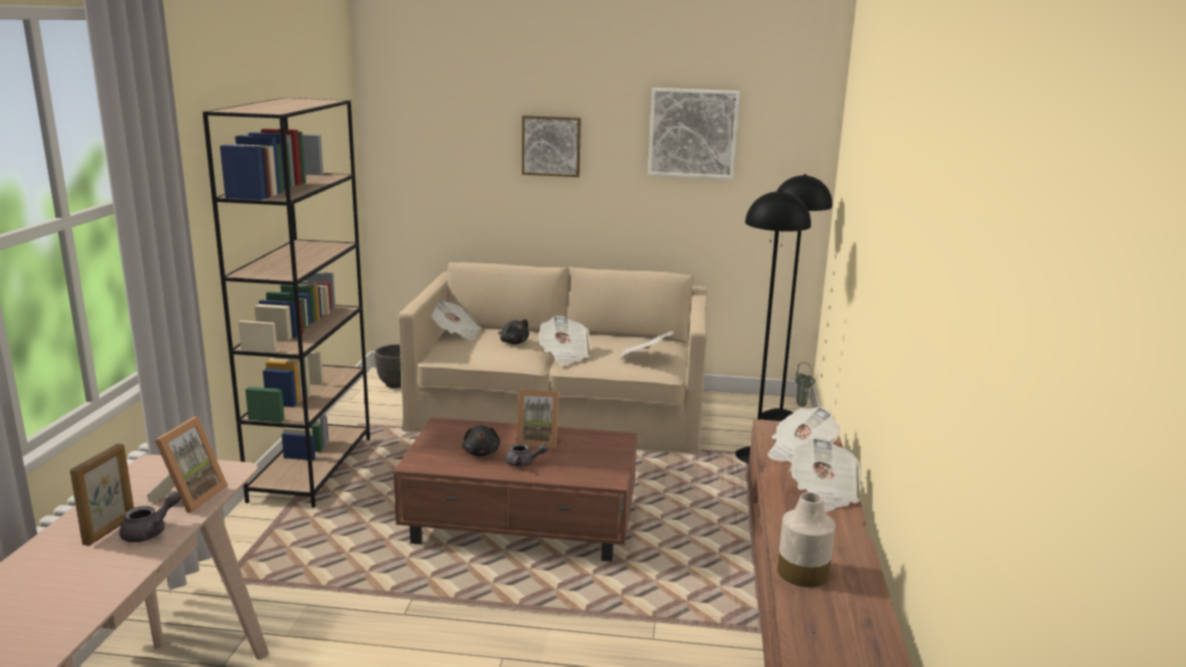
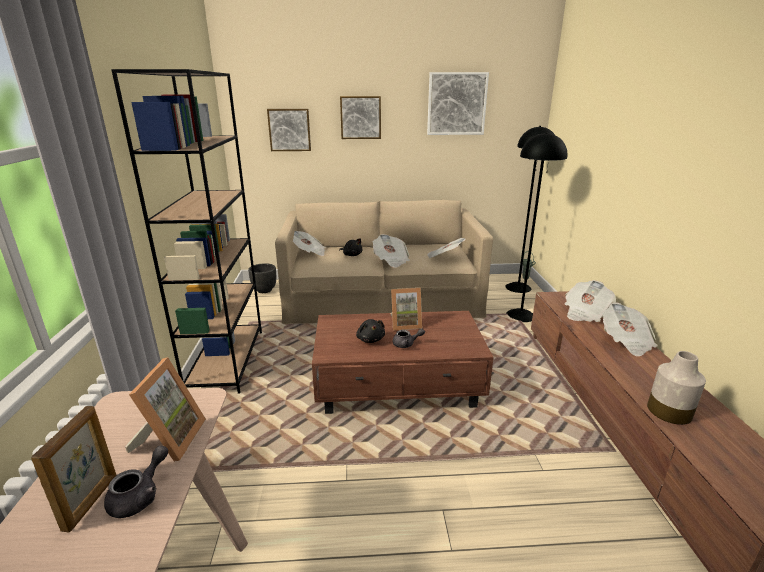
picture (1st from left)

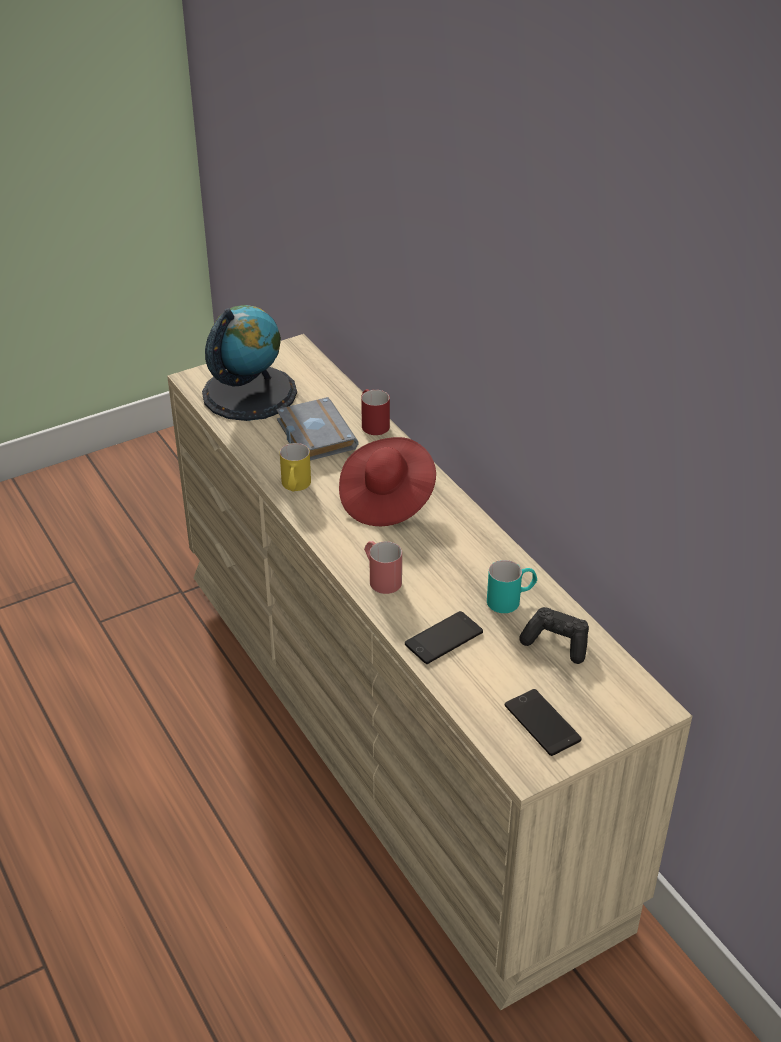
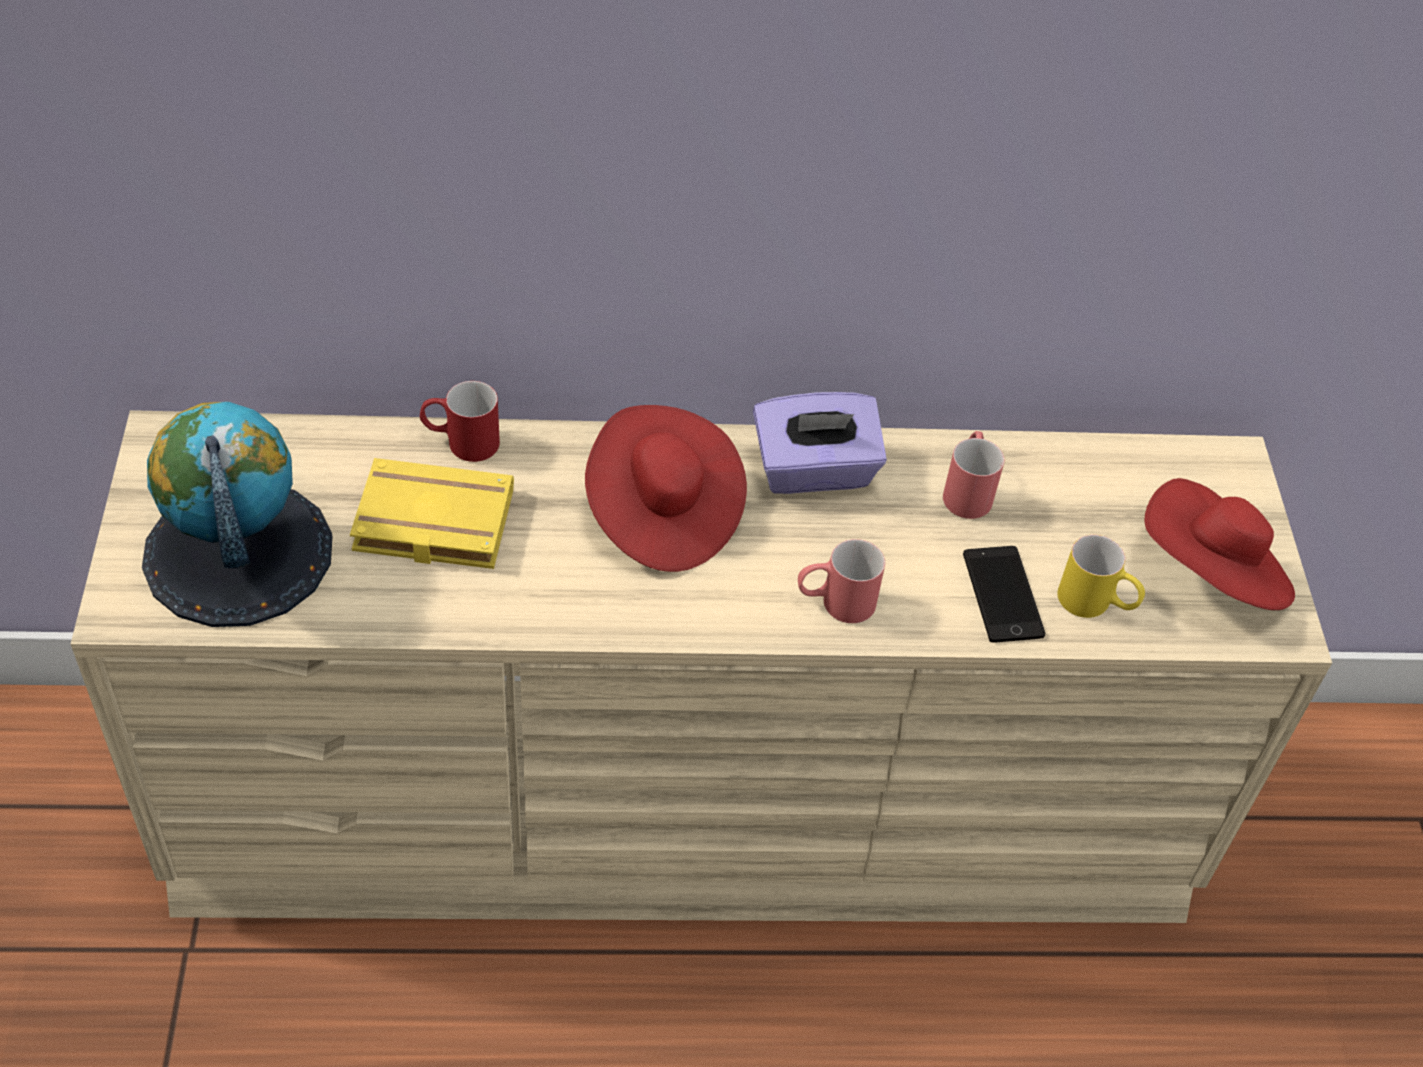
yellow book
purple tissue box
red mug (3rd from left)
yellow mug
red hat (2nd from left)
black game controller

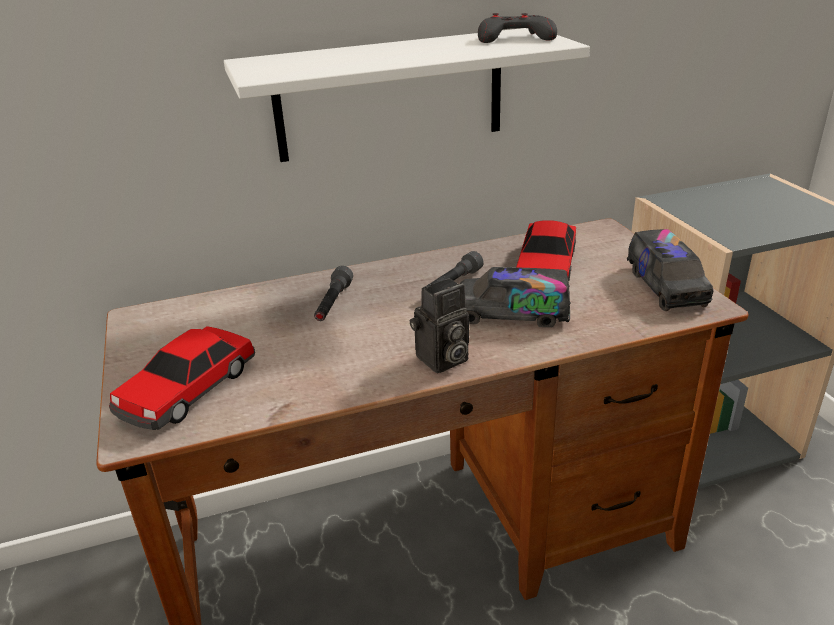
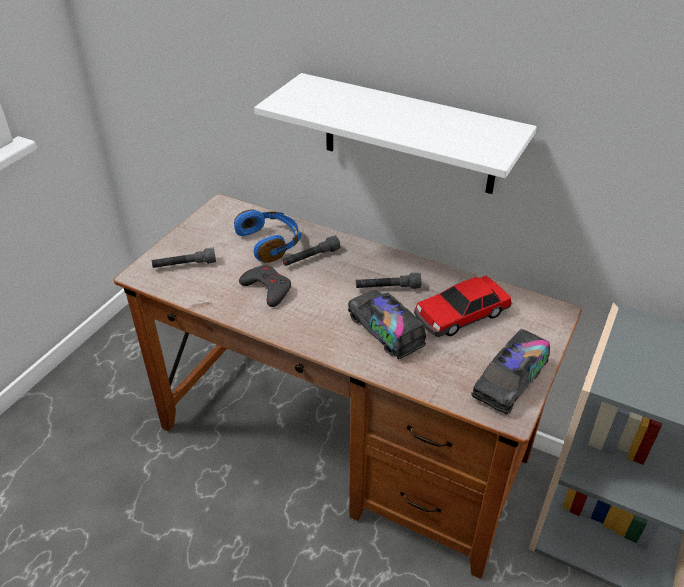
grey flashlight (1st from left)
blue headphones
grey game controller
photo camera

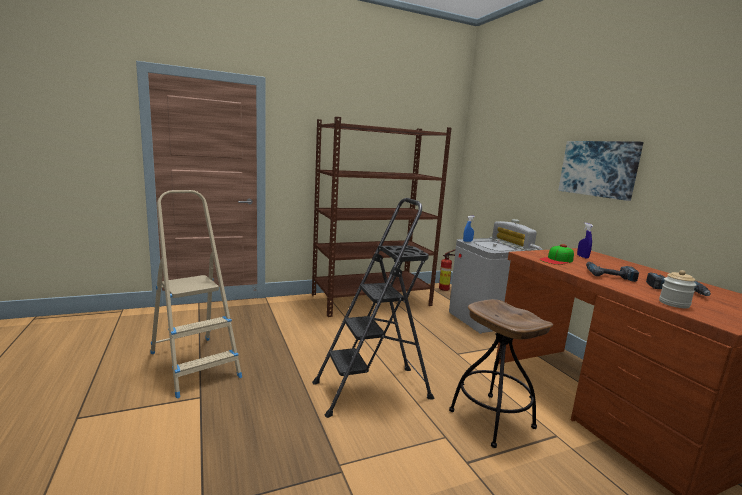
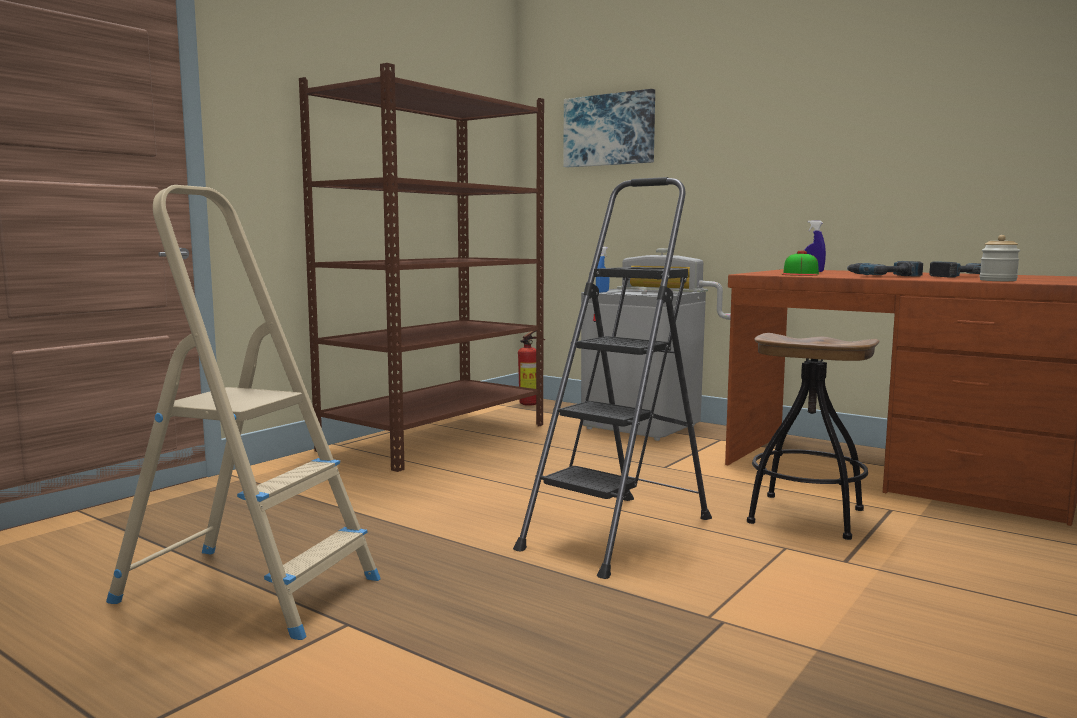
picture

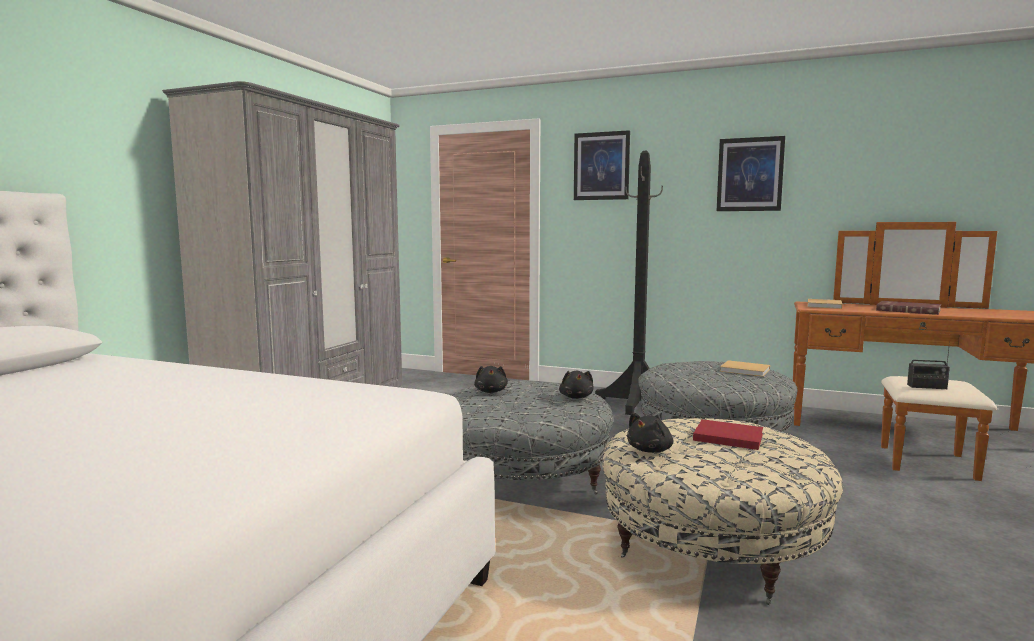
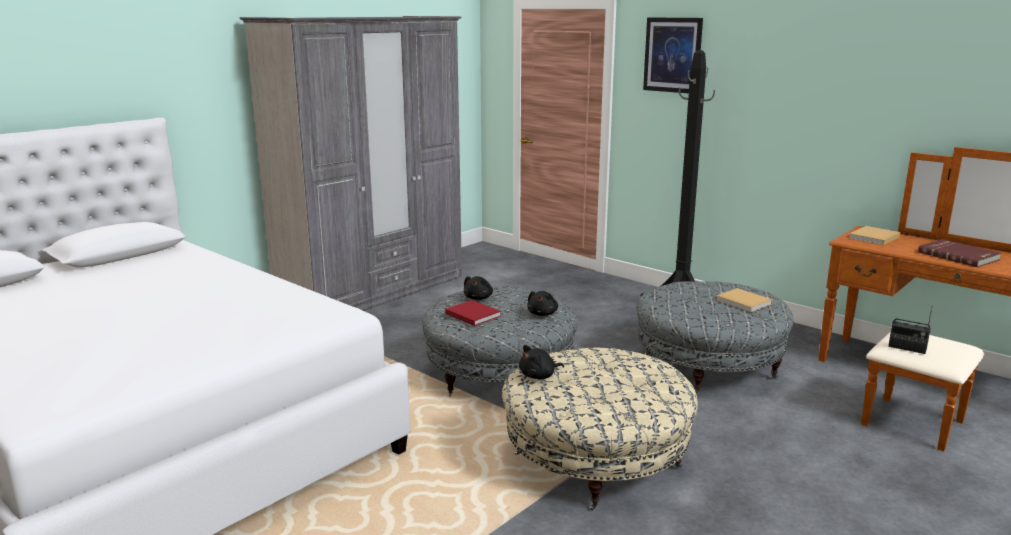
red book (1st from left)
picture (2nd from left in the first image)

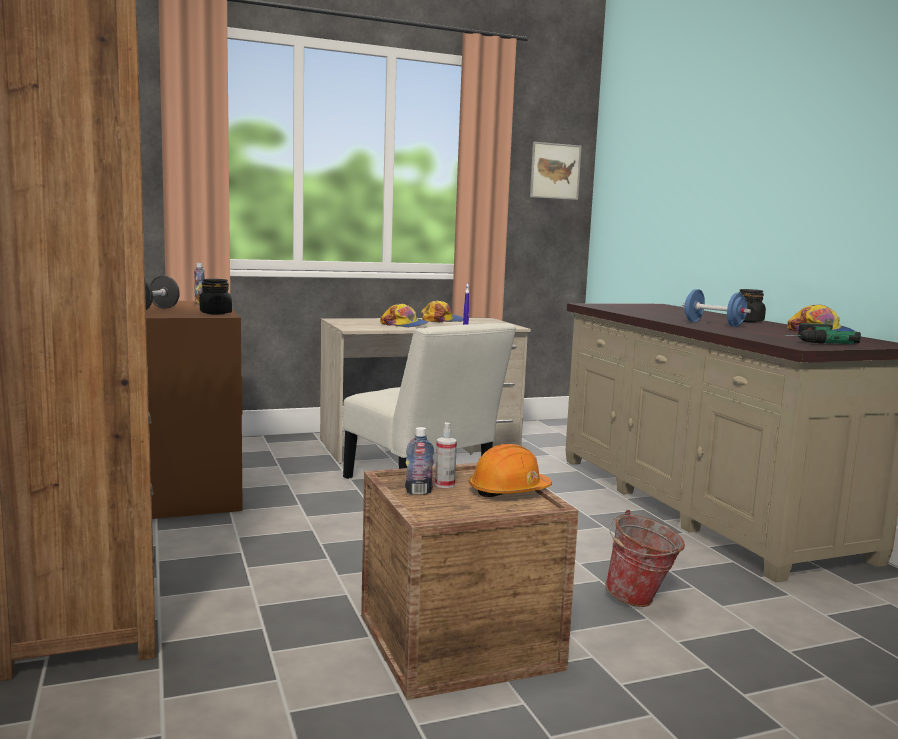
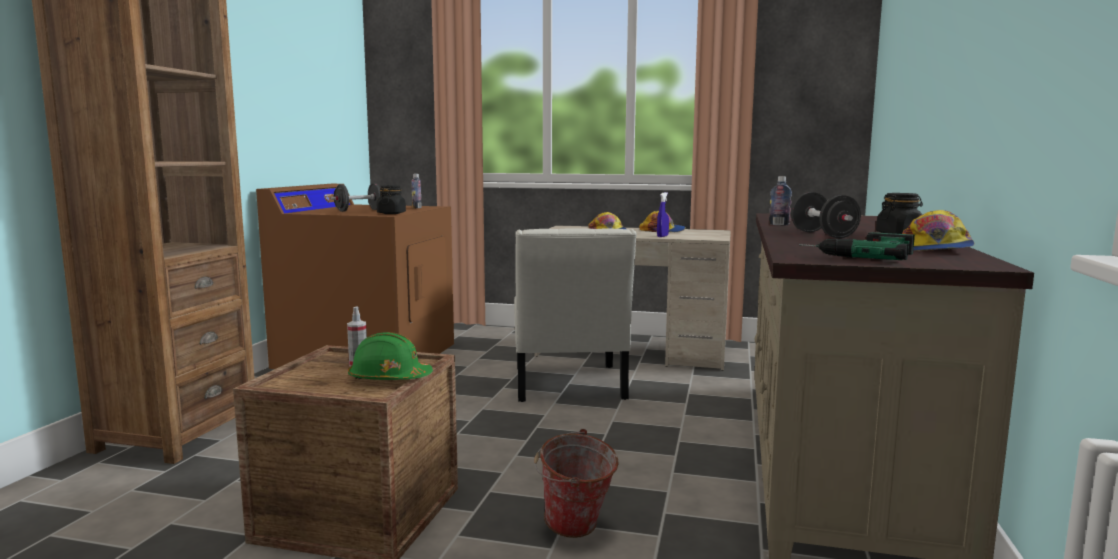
green hard hat
bottle (2nd from left)
black dumbbell (2nd from left)
picture

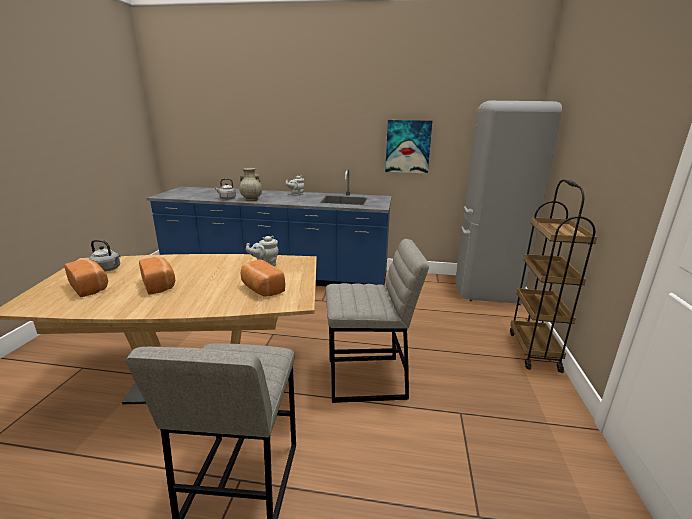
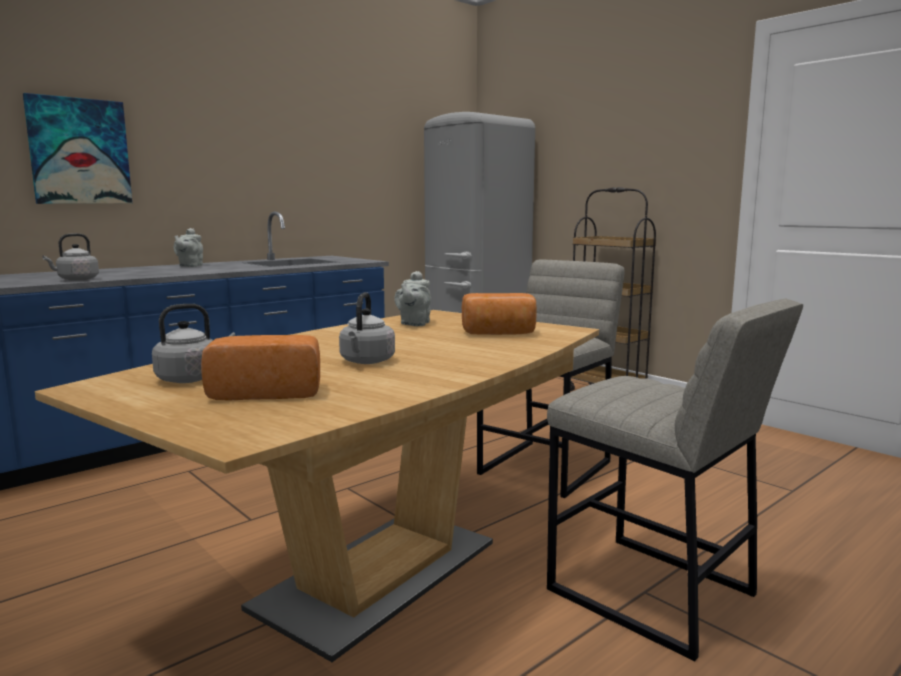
picture
grey kettle (3rd from left)
beige vase

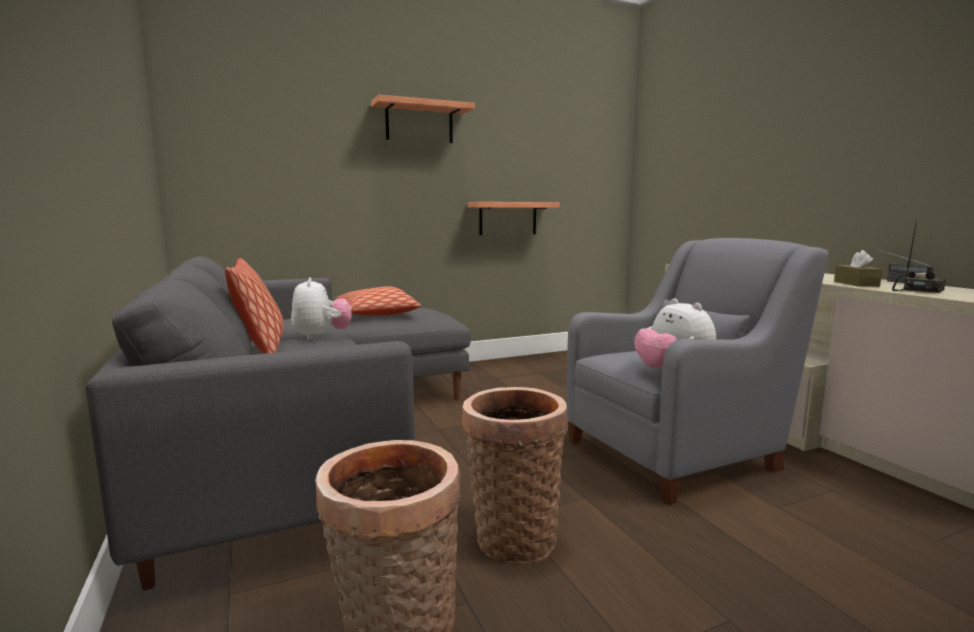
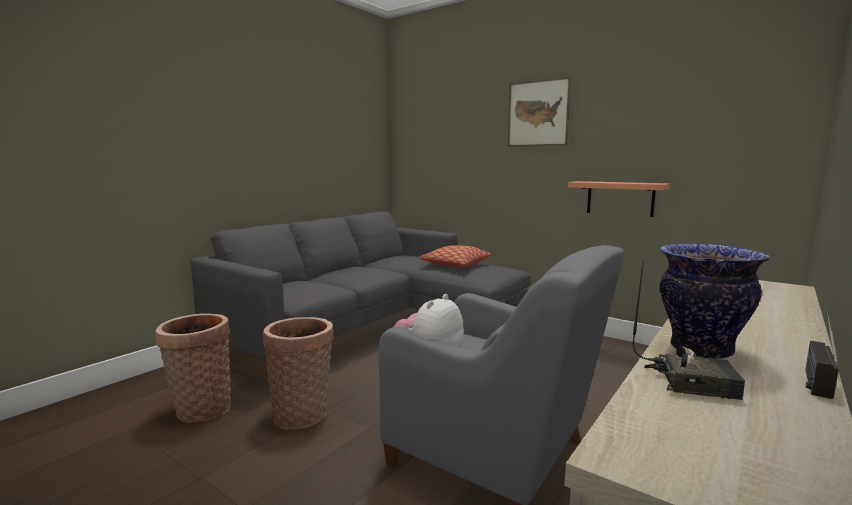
picture
vase
pillow (1st from left in the first image)
plush toy (1st from left in the first image)

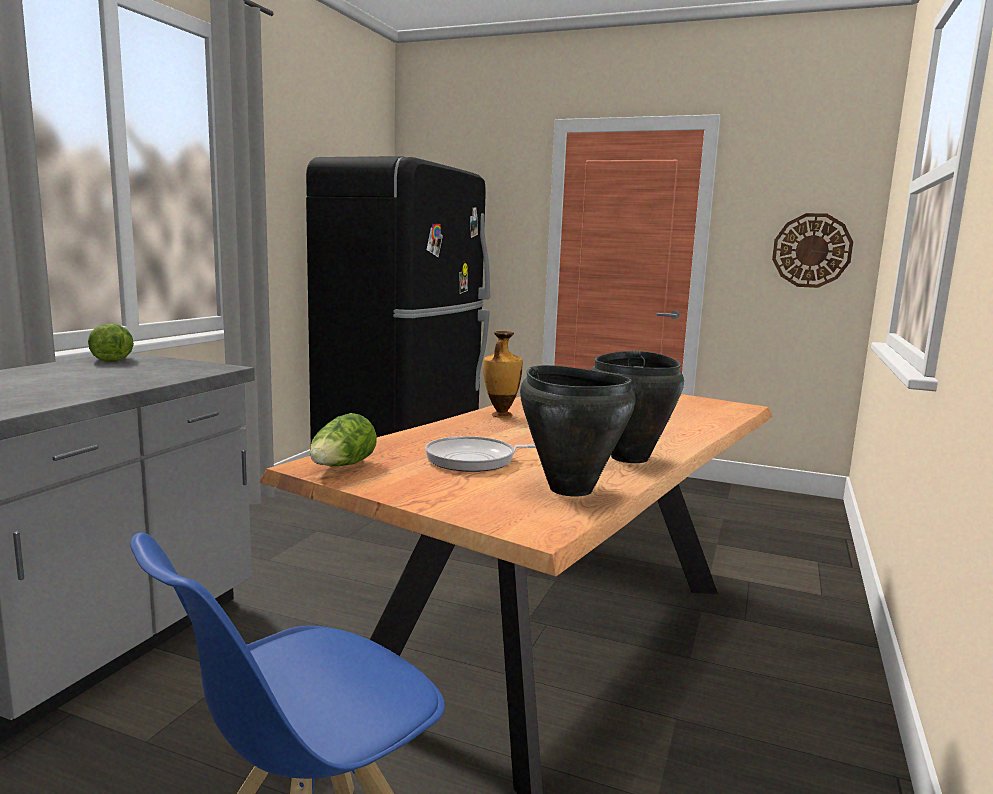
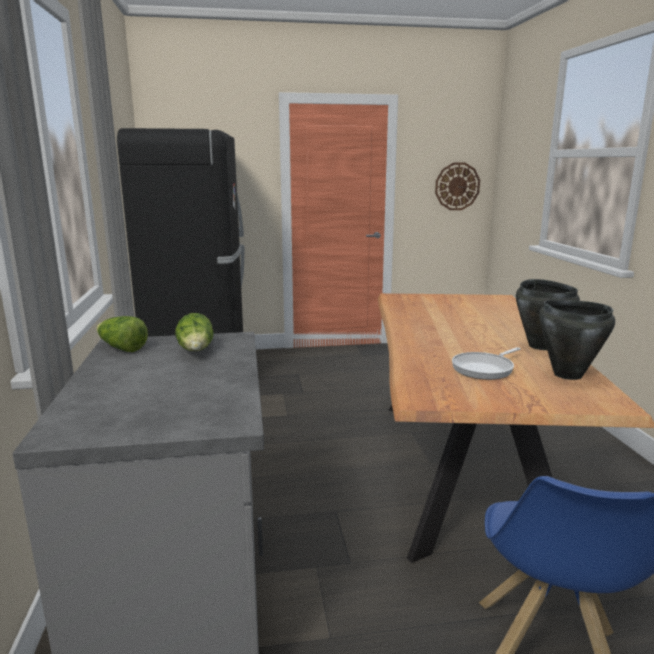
lettuce (2nd from left)
vase

